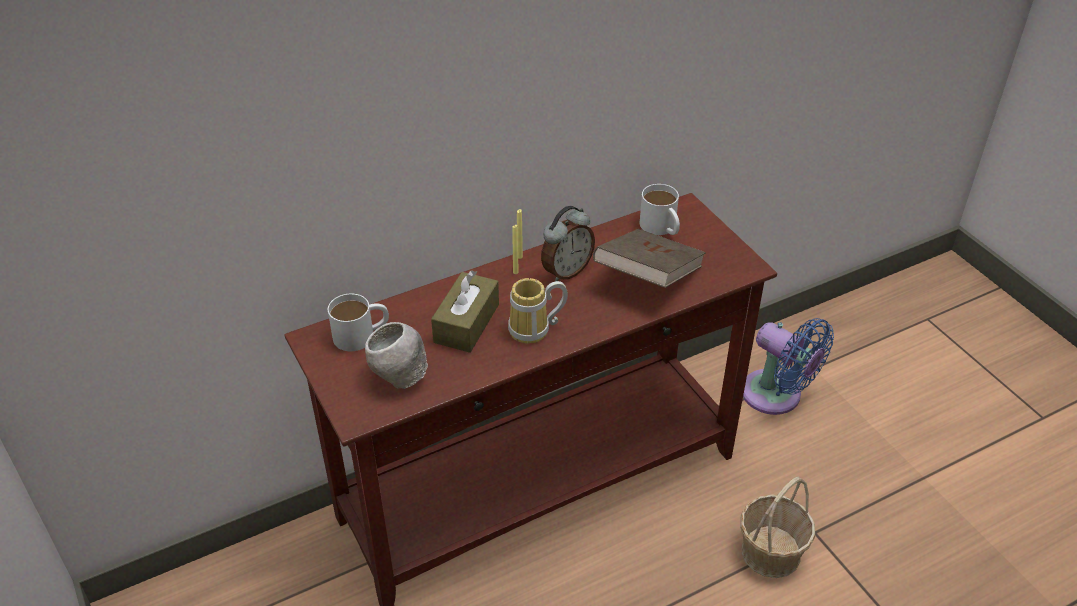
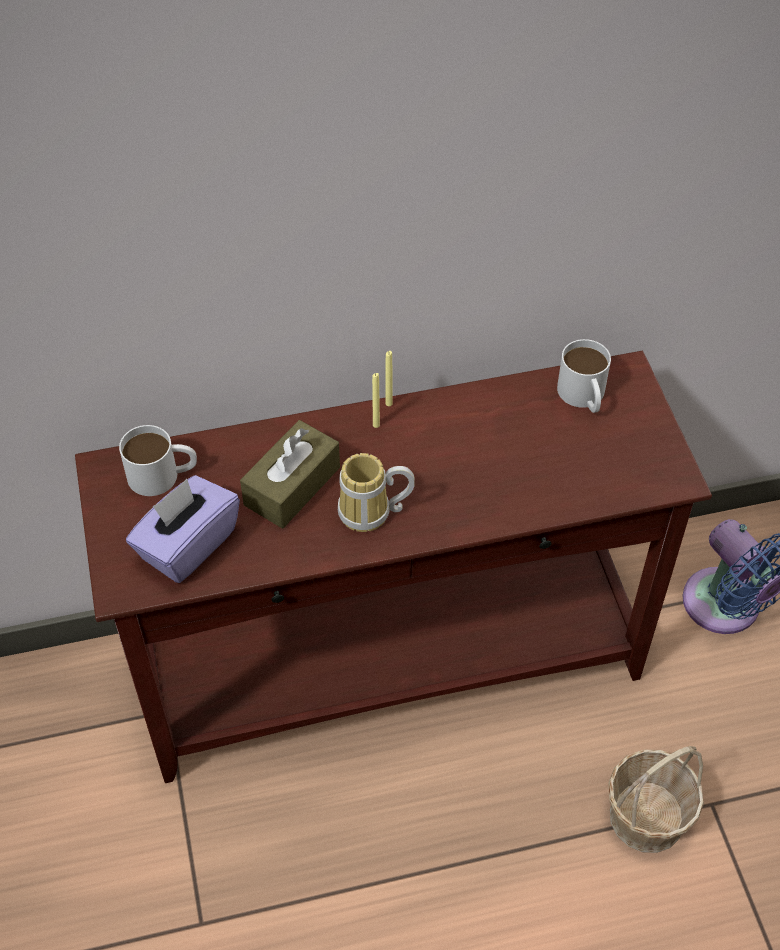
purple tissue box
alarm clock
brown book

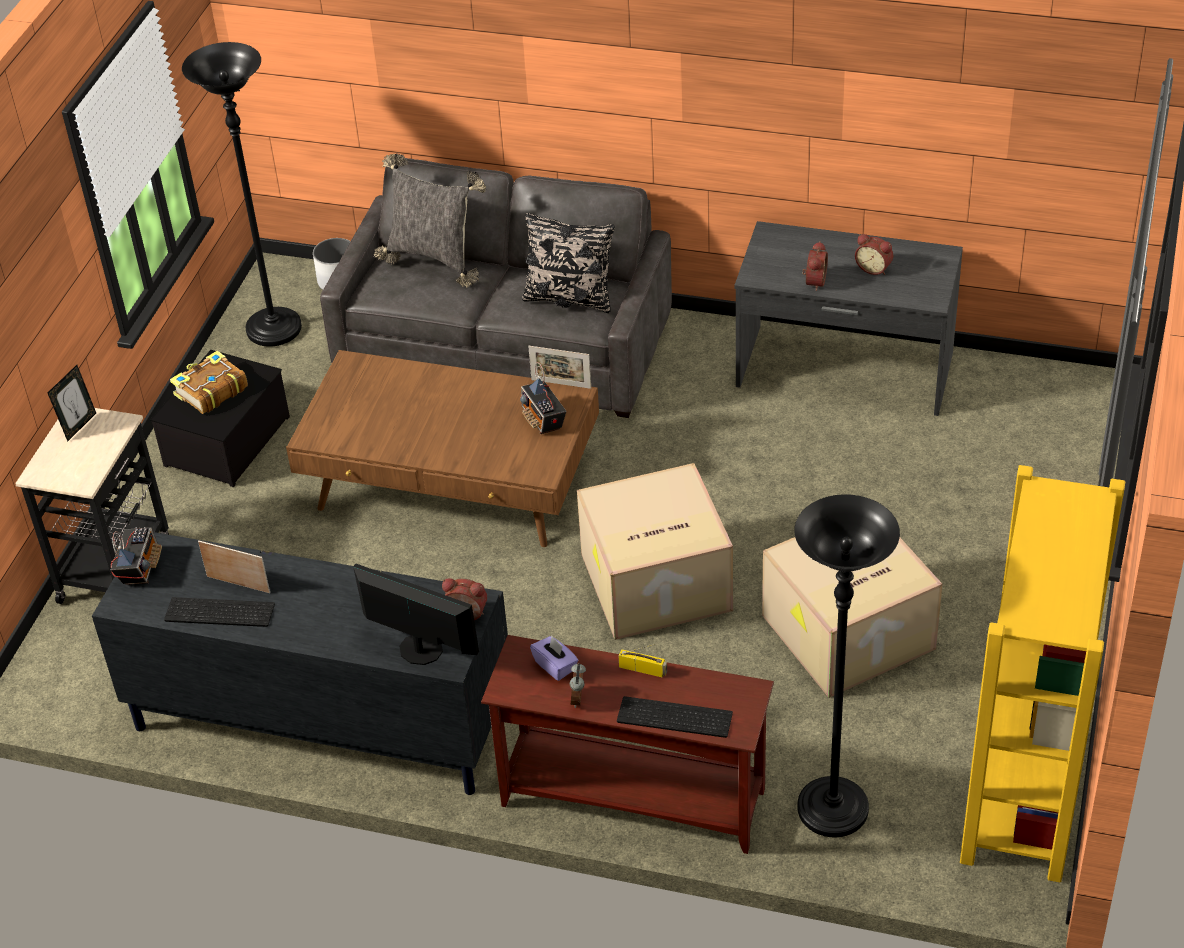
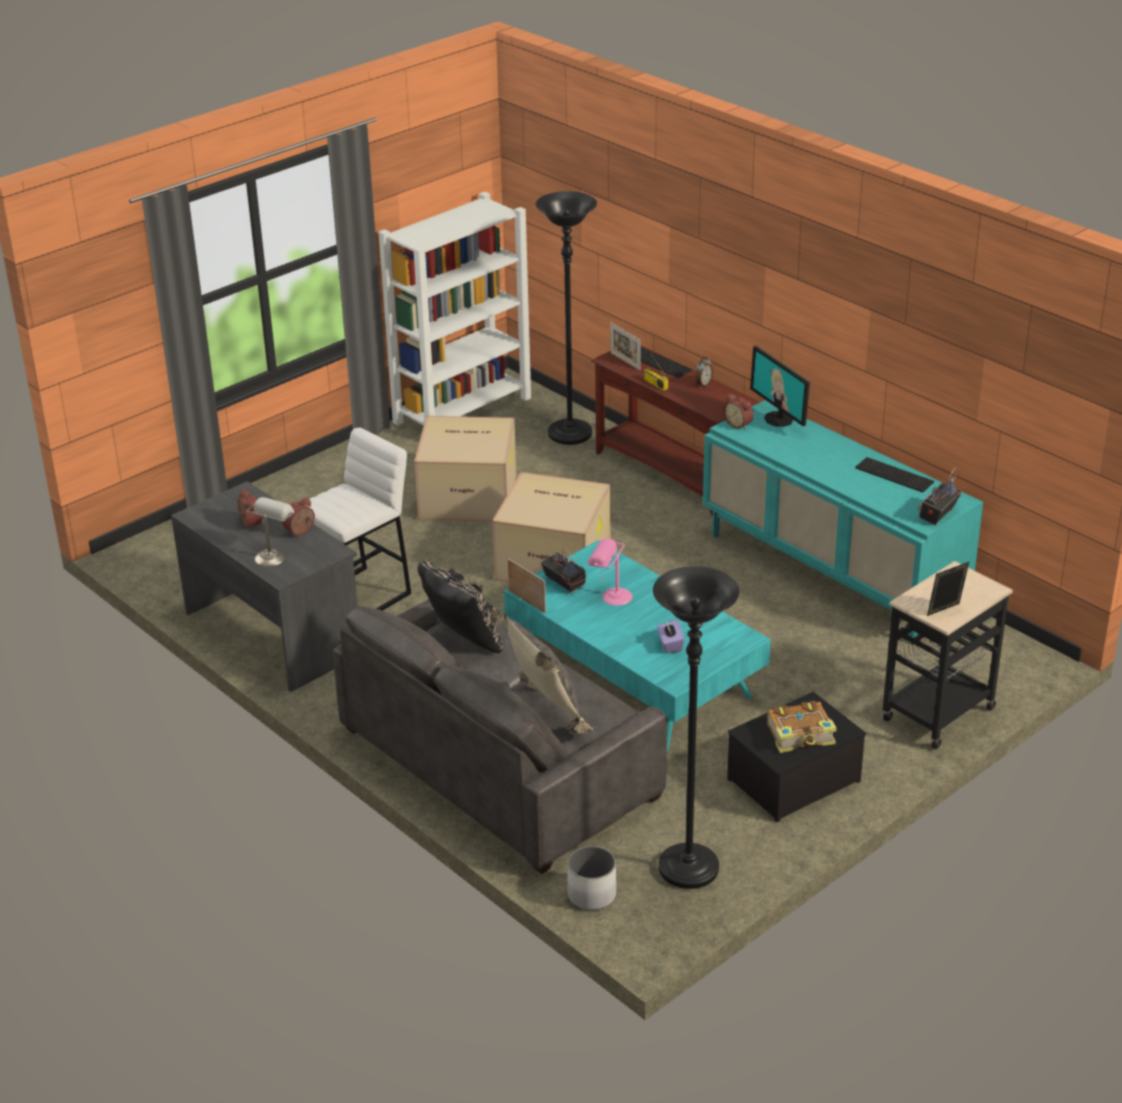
white table lamp
white stool
white bookcase
turquoise coffee table
radio (1st from left)
pink table lamp
picture frame (2nd from left)
purple tissue box
turquoise cabinet

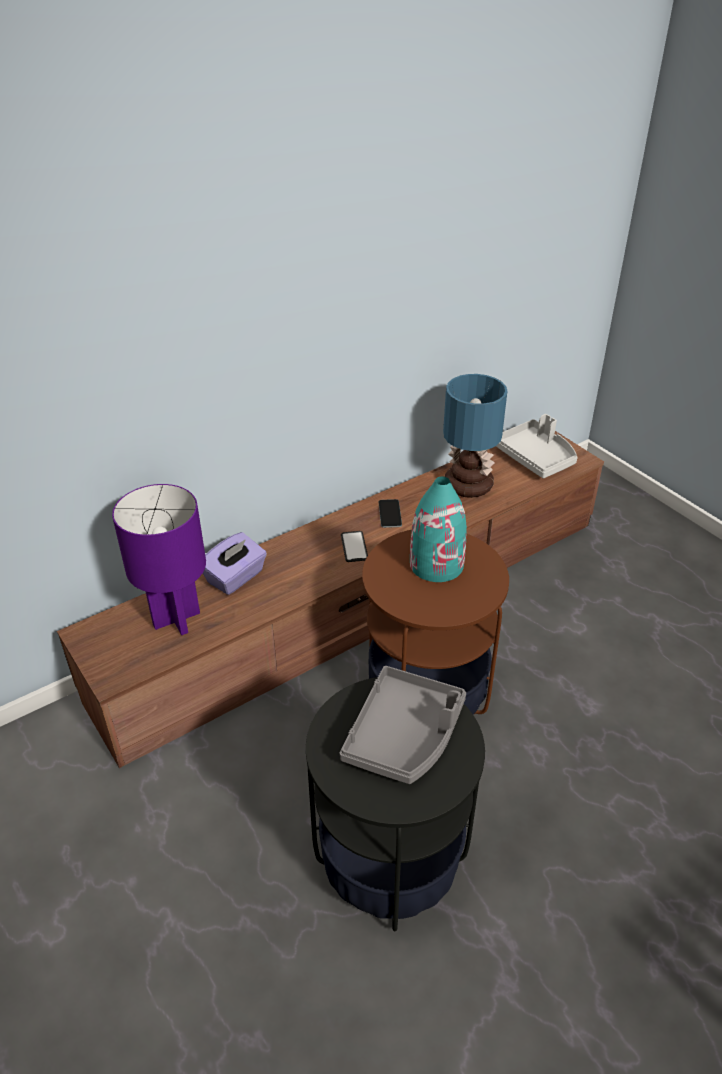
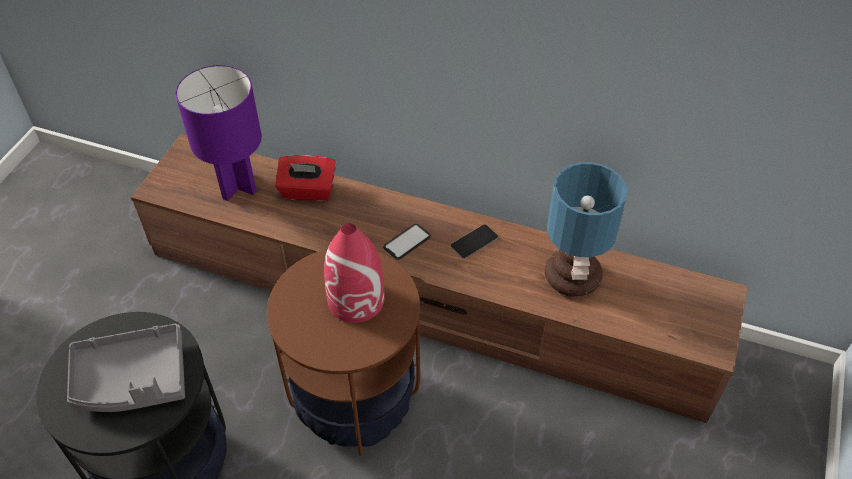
red tissue box
red vase
grey tray (2nd from left in the first image)

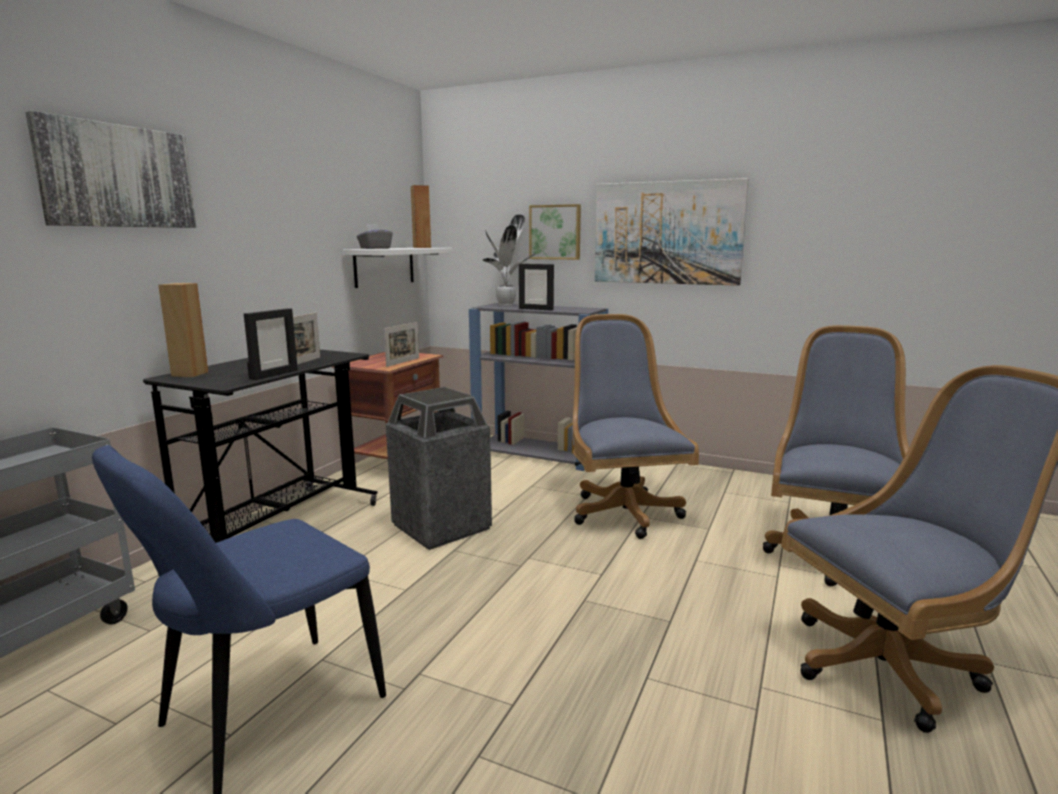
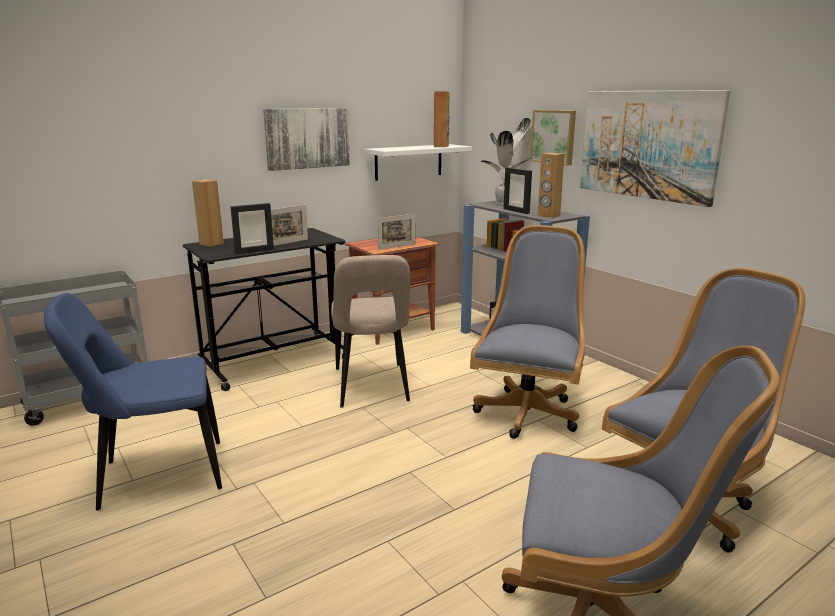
picture (1st from left)
beige chair
brown speaker (3rd from left)
grey tissue box

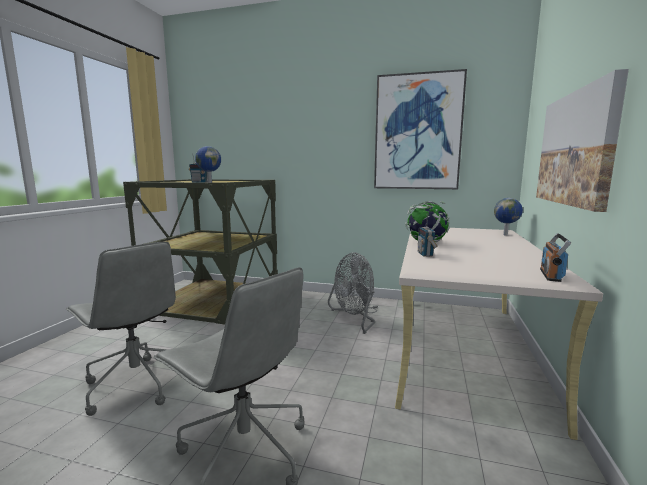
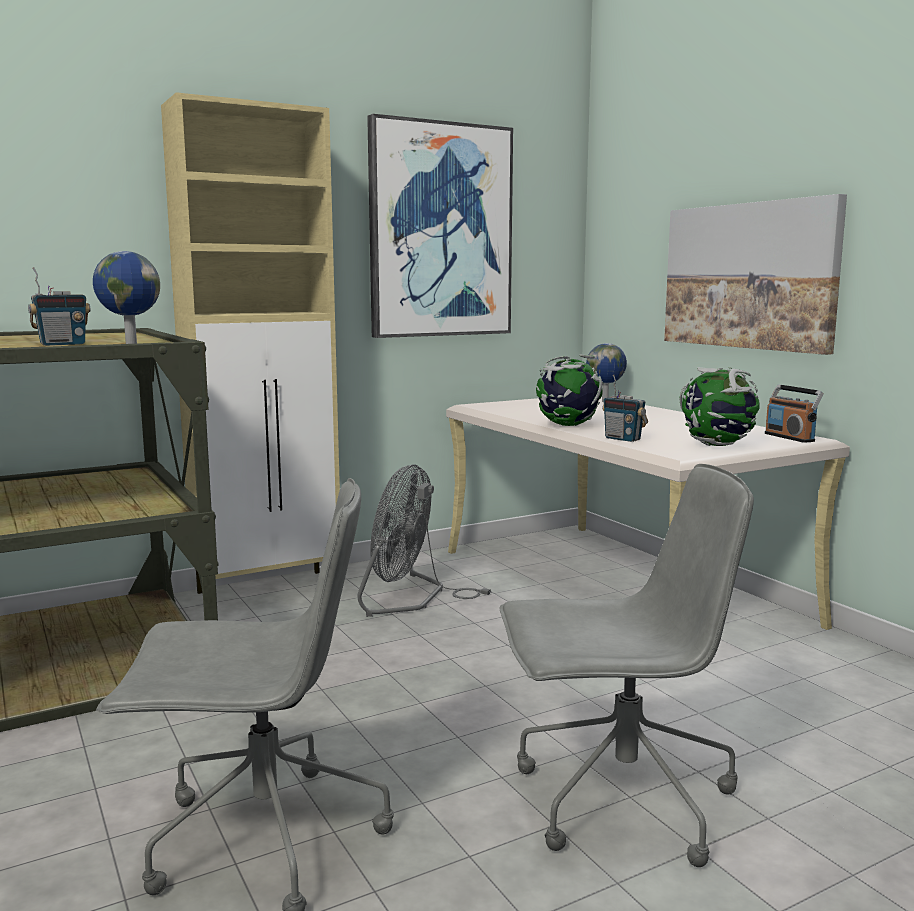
beige cabinet
grey fan
globe (4th from left)

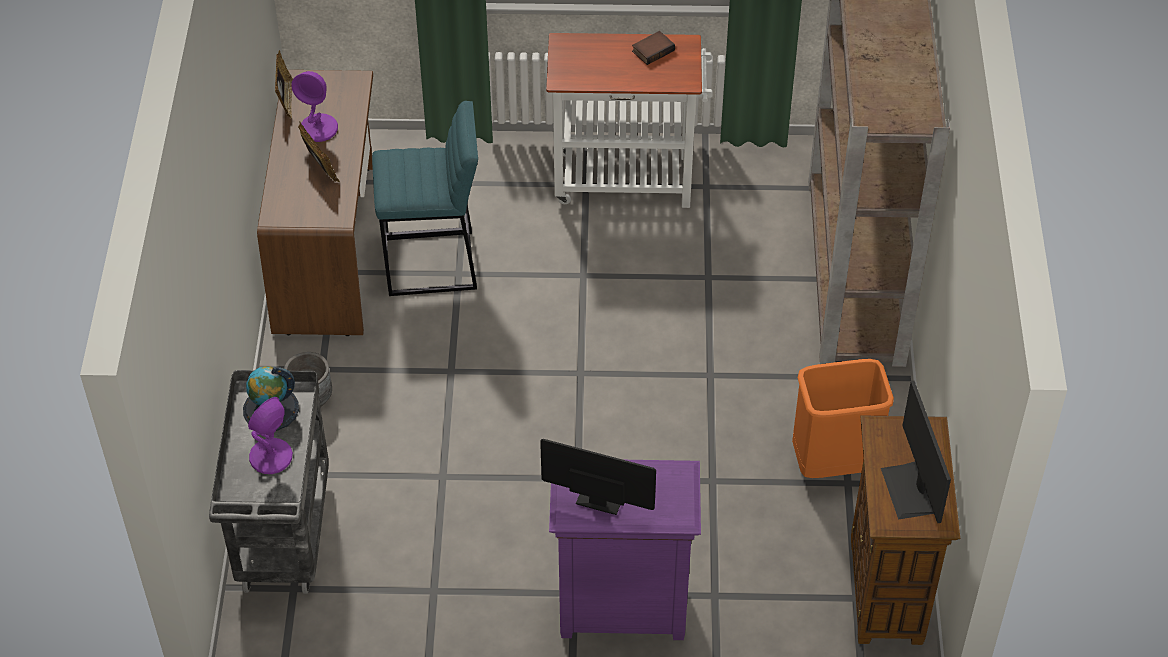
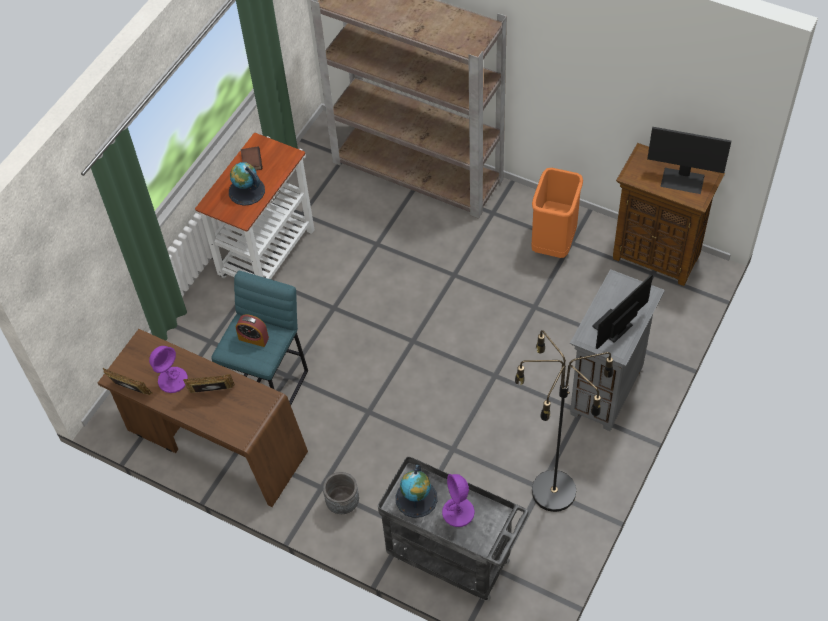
globe (1st from left)
alarm clock
floor lamp
grey cabinet

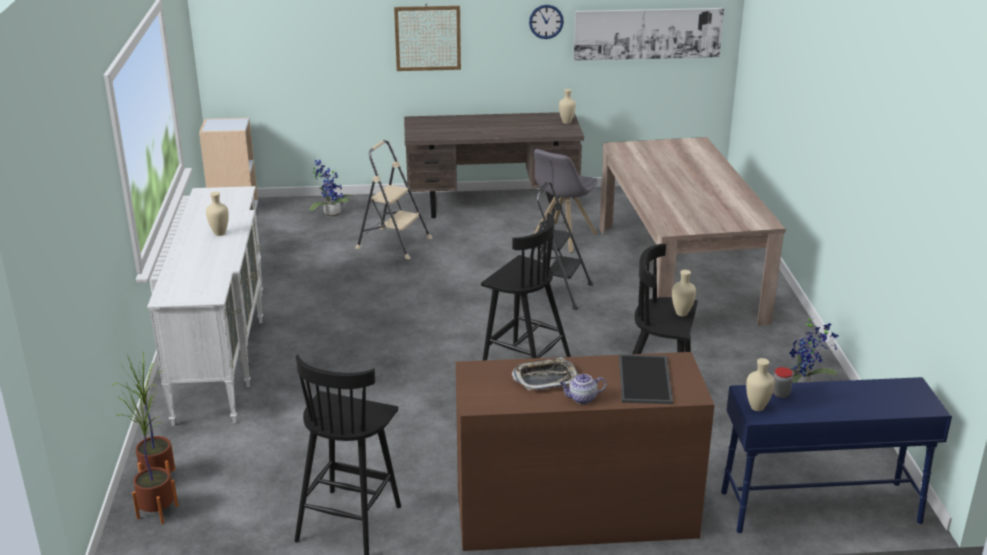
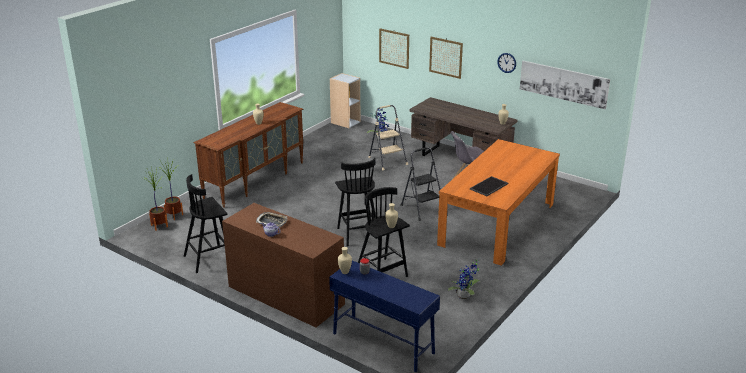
brown cabinet
picture (1st from left)
orange dining table
tray (2nd from left)

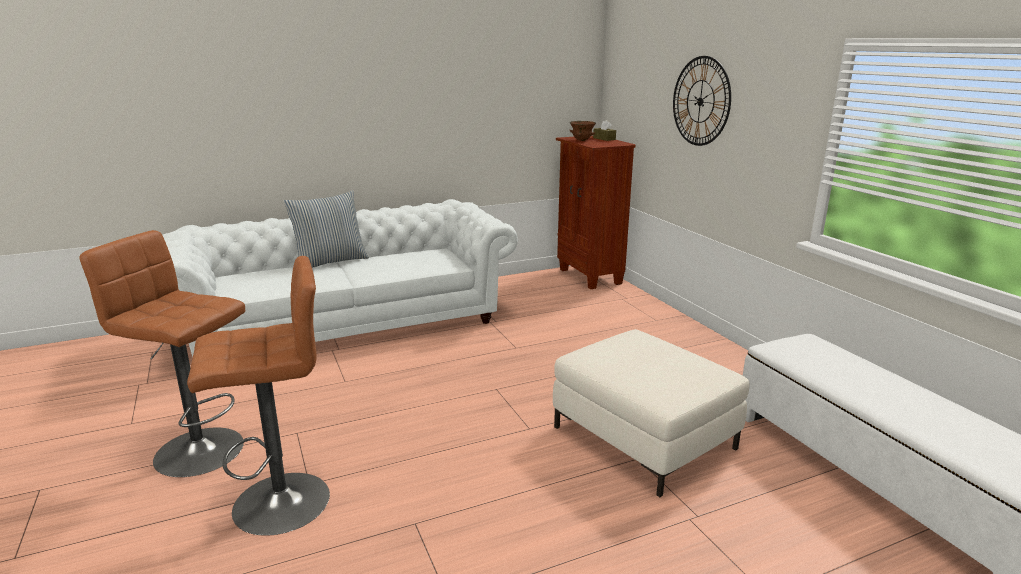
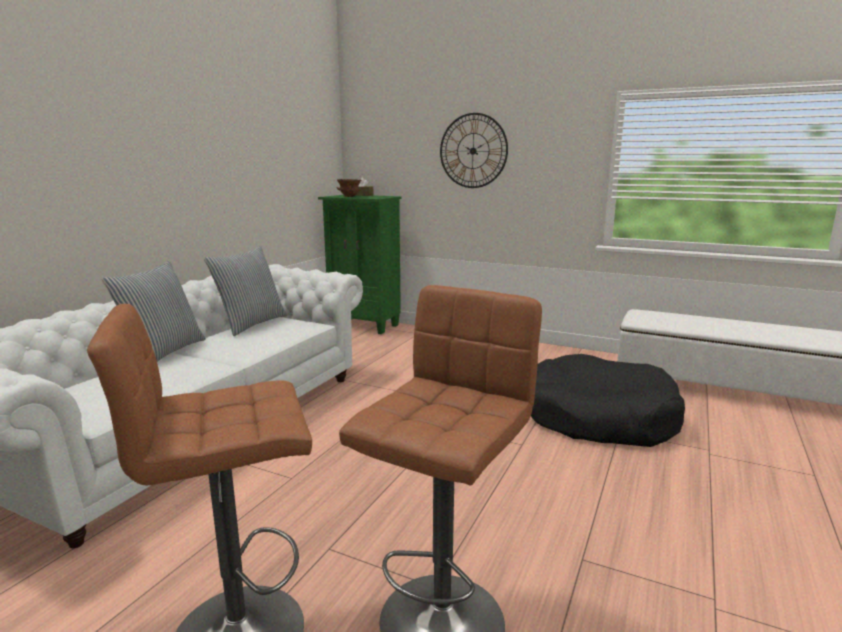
pillow (2nd from left)
green cabinet
black dog bed

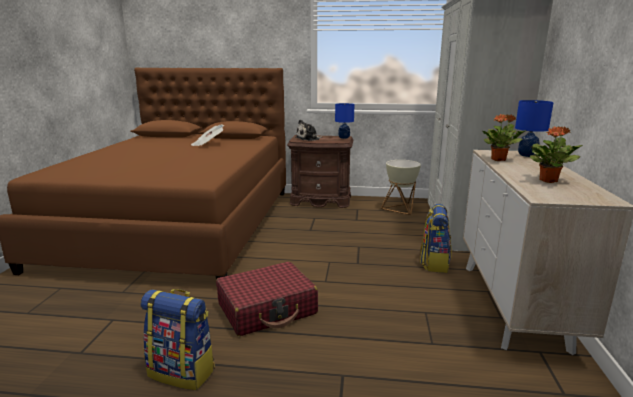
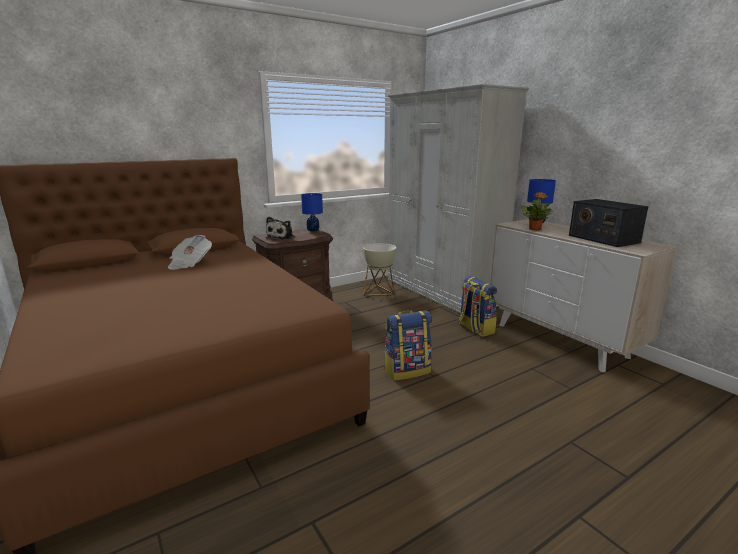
backpack (1st from left)
radio
red suitcase

